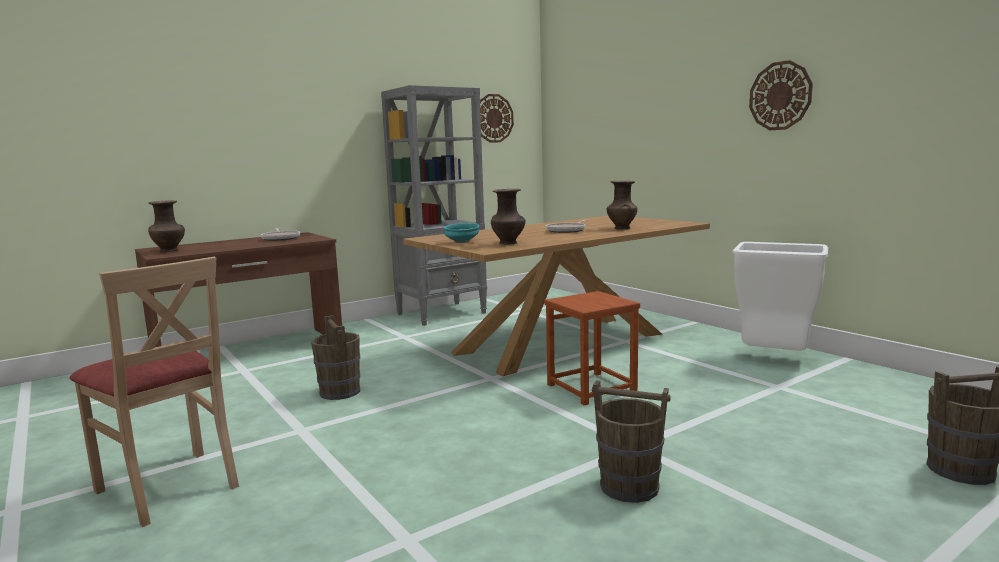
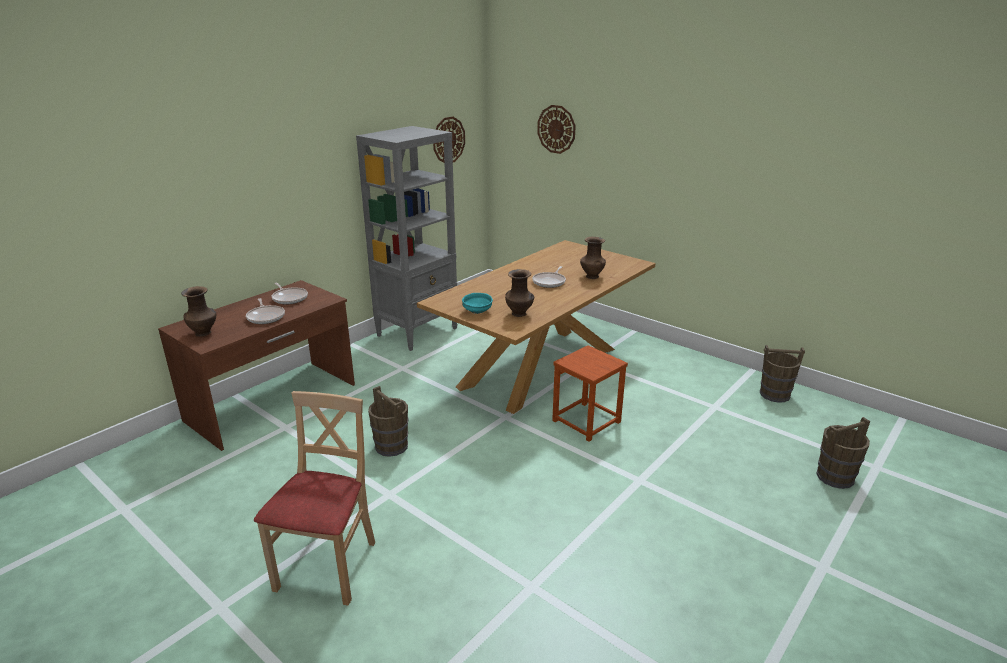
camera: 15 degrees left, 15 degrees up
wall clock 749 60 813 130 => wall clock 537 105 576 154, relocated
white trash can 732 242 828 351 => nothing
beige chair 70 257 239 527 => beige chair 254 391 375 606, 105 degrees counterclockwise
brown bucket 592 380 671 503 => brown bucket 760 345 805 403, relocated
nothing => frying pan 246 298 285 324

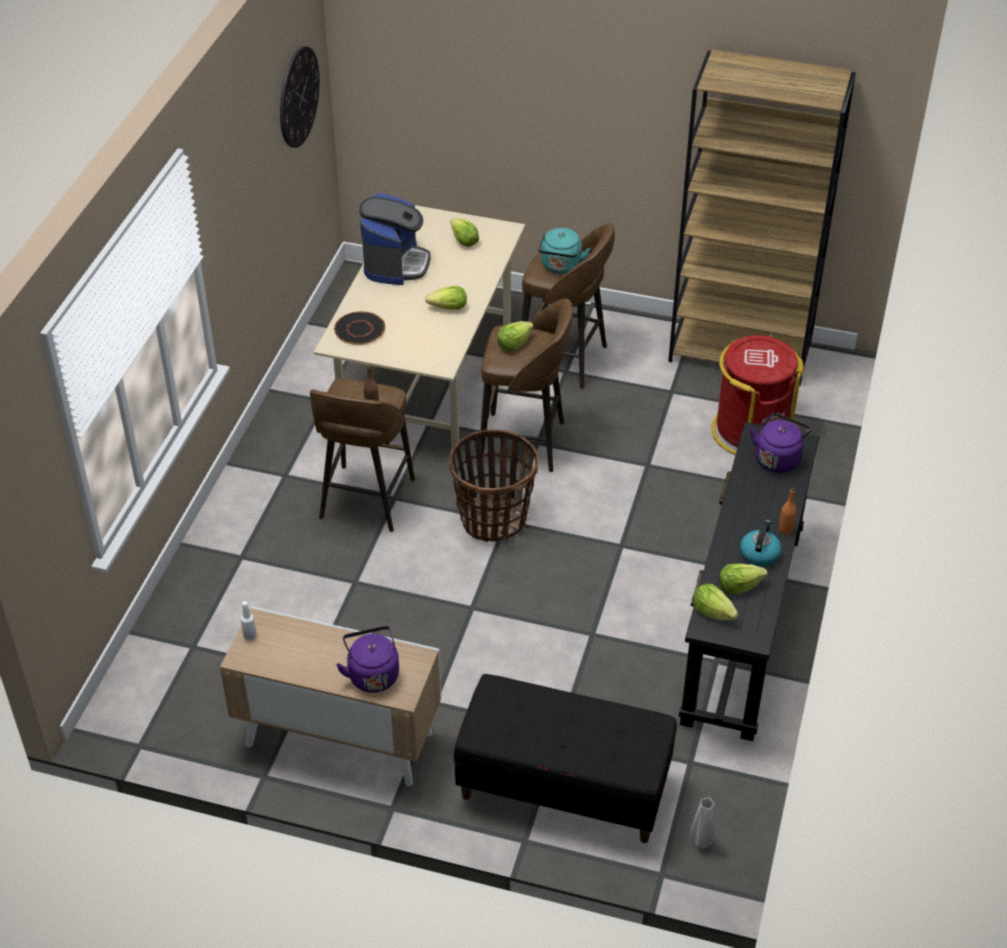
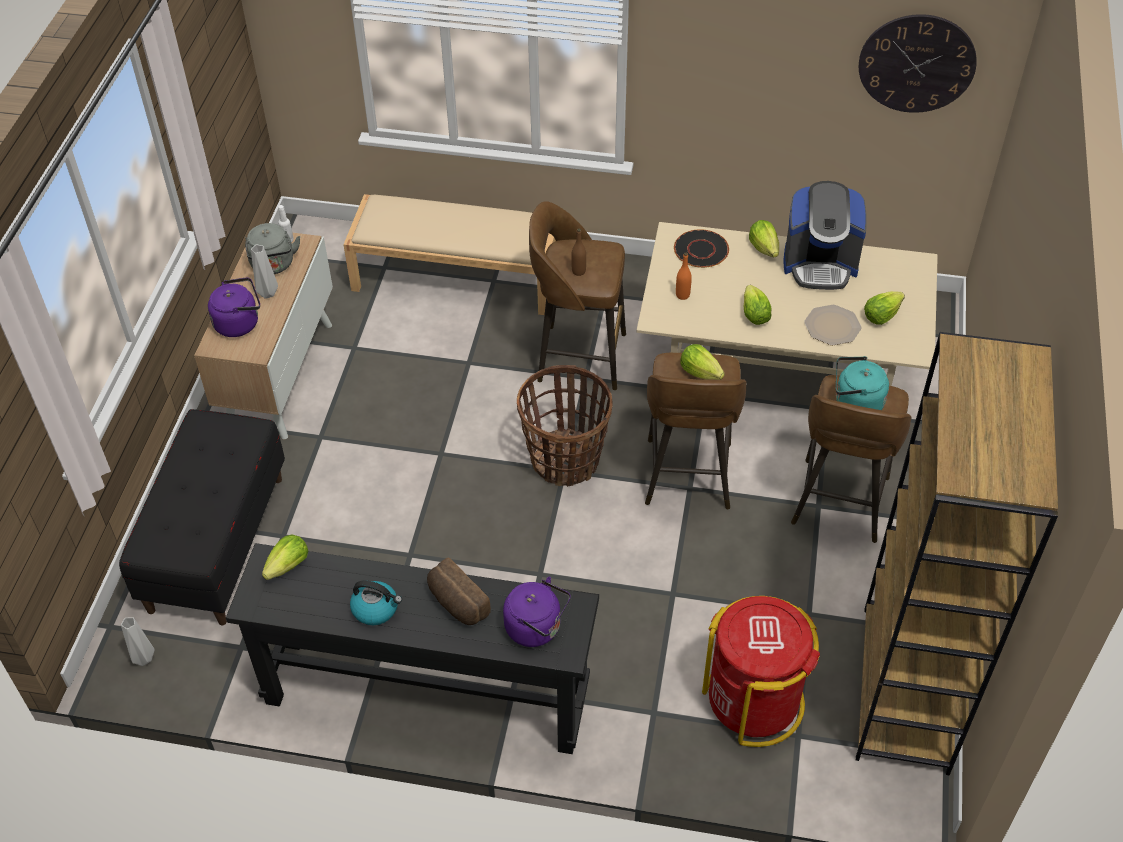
camera: 85 degrees right, 5 degrees up
orange bottle 779 488 797 534 => orange bottle 676 253 692 300, relocated
lettuce 719 564 768 595 => lettuce 749 220 779 257, relocated
nothing => beige bench 343 194 556 315
nothing => grey kettle 245 223 301 274
nothing => grey vase 251 245 278 299
nothing => plate 804 305 862 345
nothing => bread 427 557 491 625

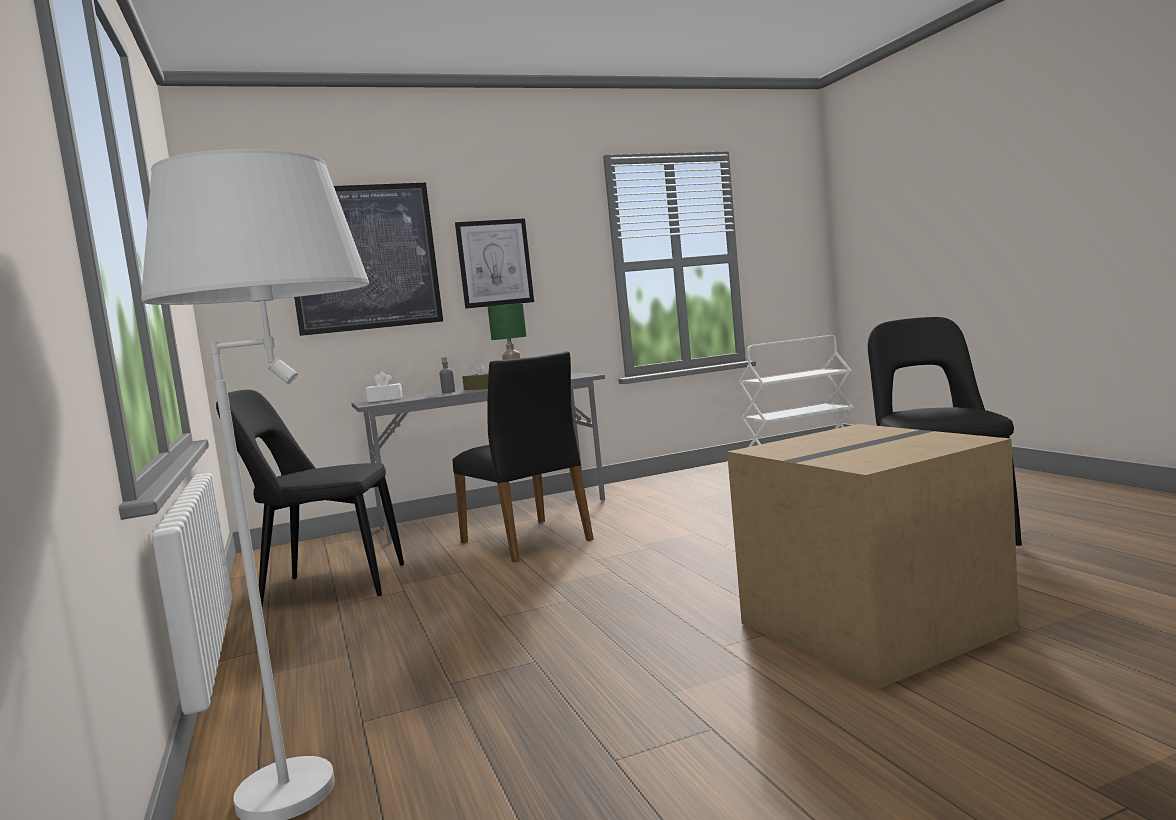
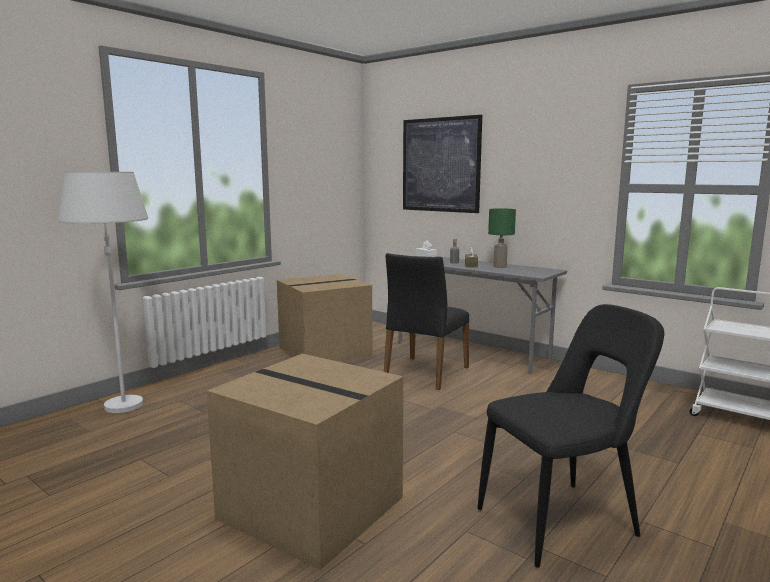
camera: 60 degrees right, 5 degrees up
picture 455 218 534 309 => nothing
black chair 216 390 404 607 => cardboard box 277 274 372 362

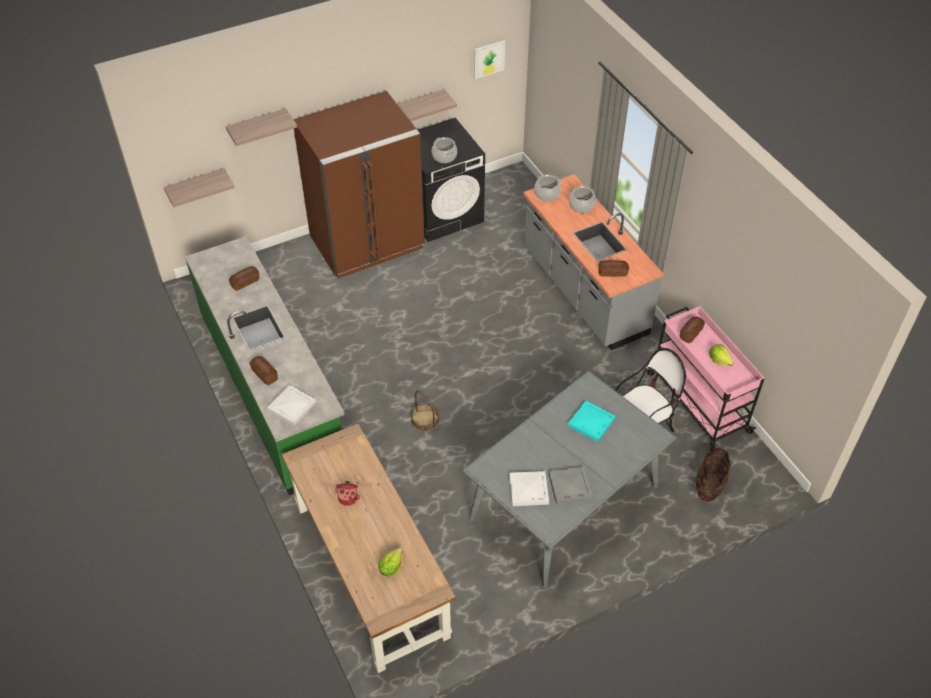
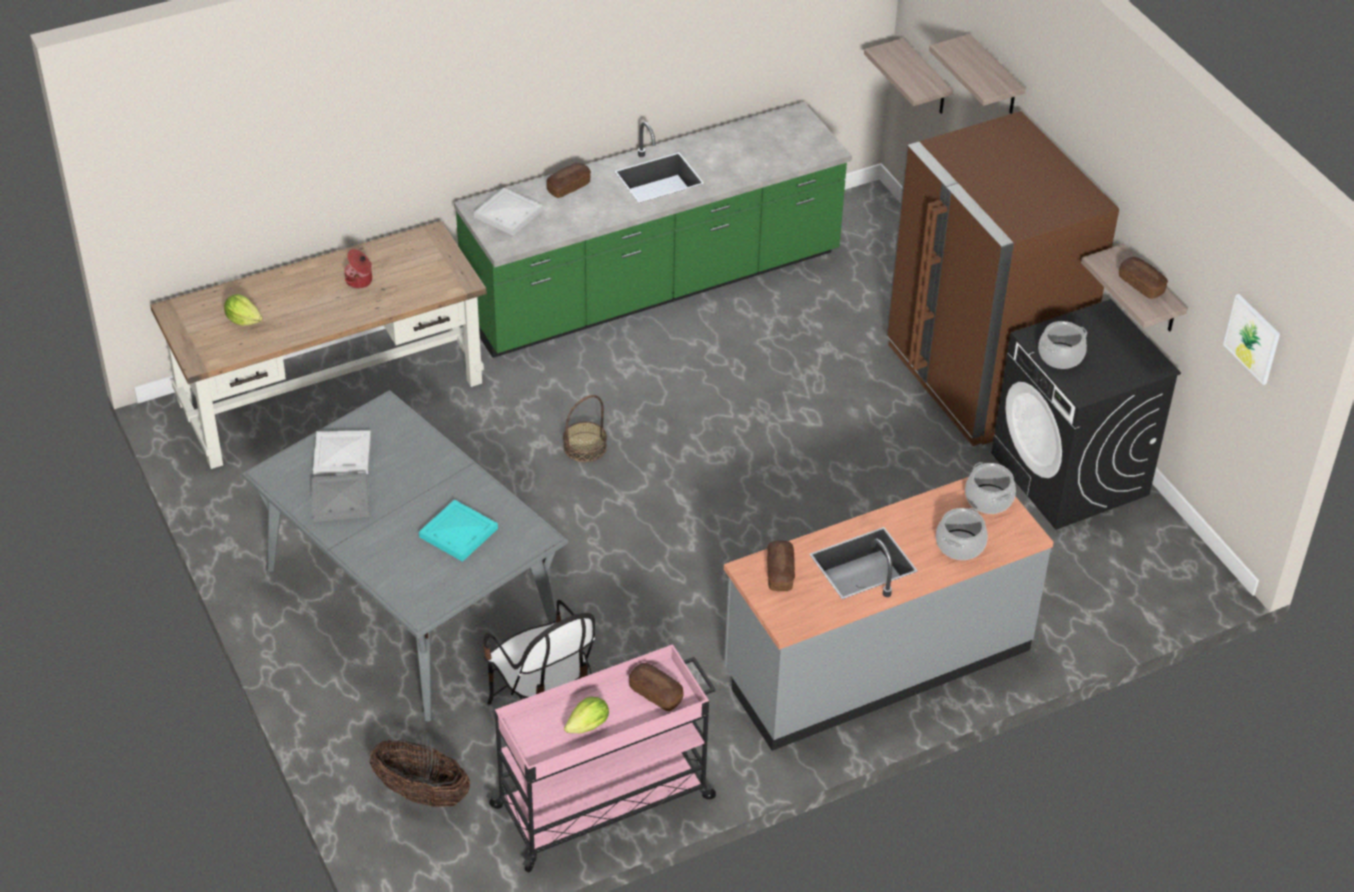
camera: 90 degrees right, 5 degrees down
bread 229 266 260 291 => bread 1119 257 1168 299, relocated

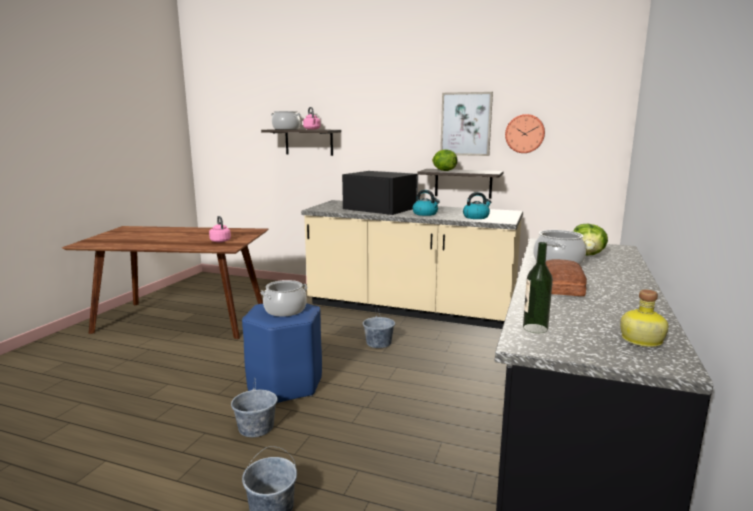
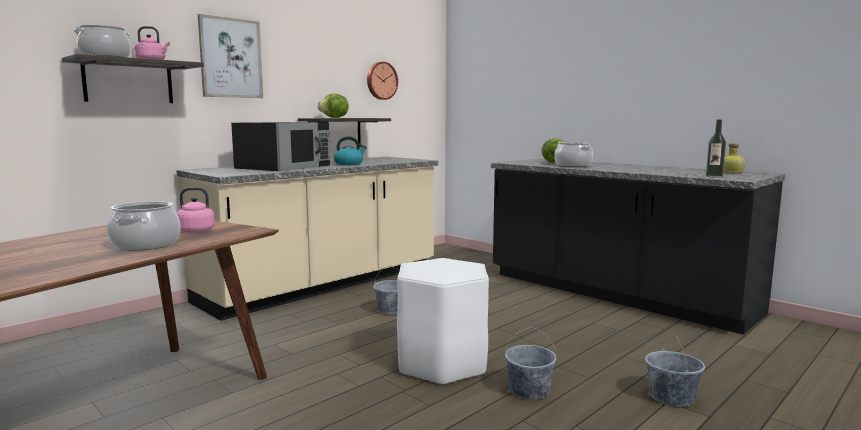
camera: 65 degrees left, 5 degrees down
picture 440 92 493 156 => picture 198 14 263 98, relocated
black microwave 342 171 418 215 => black microwave 231 122 330 172, 150 degrees clockwise
kettle 463 192 492 219 => nothing
bread 546 259 587 296 => nothing
cooking pot 260 280 308 316 => cooking pot 107 201 181 250, relocated
blue stool 242 303 322 404 => white stool 397 258 489 386

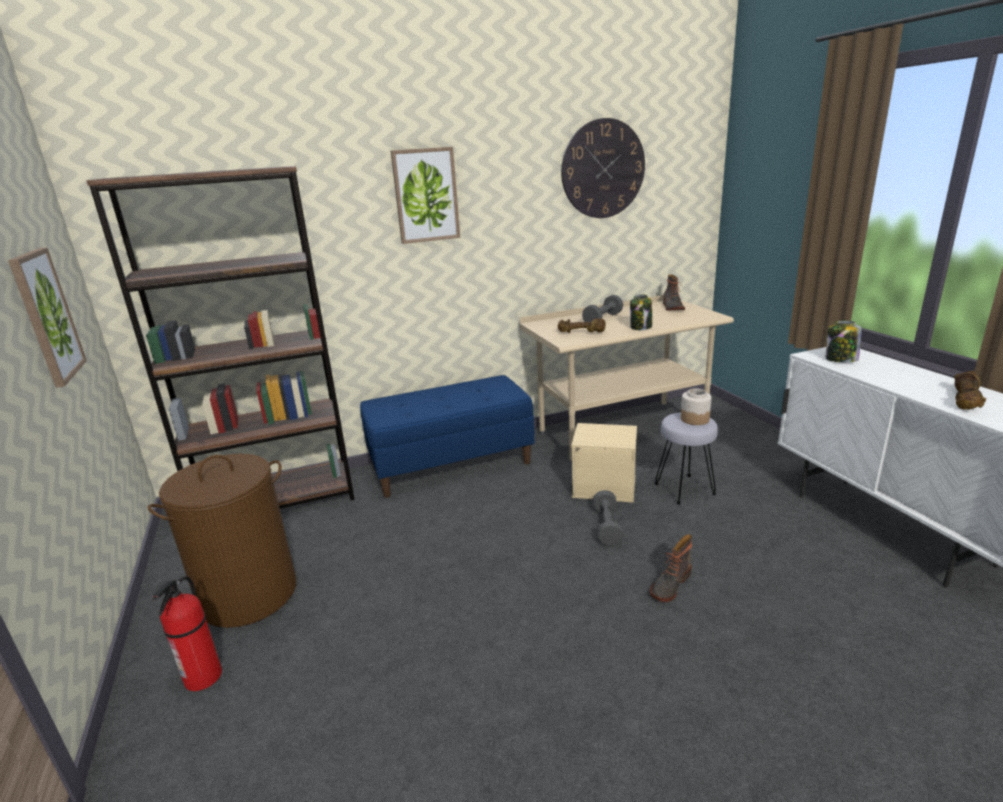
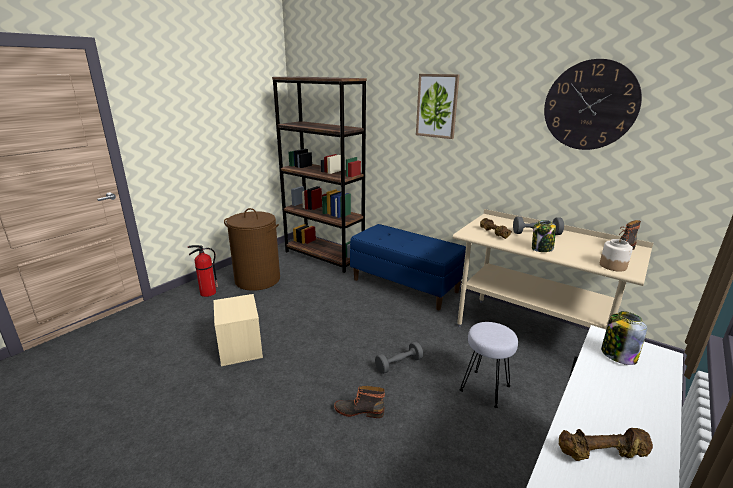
camera: 55 degrees right, 0 degrees up
picture 8 247 87 388 => nothing
jar 681 389 711 425 => jar 600 239 633 272, relocated
beige storage box 571 423 637 503 => beige storage box 214 294 263 366, relocated

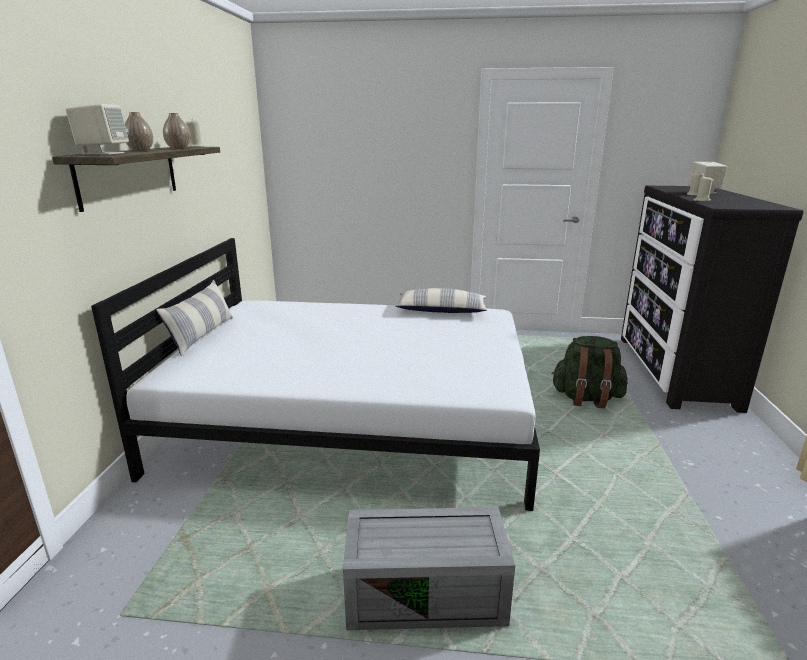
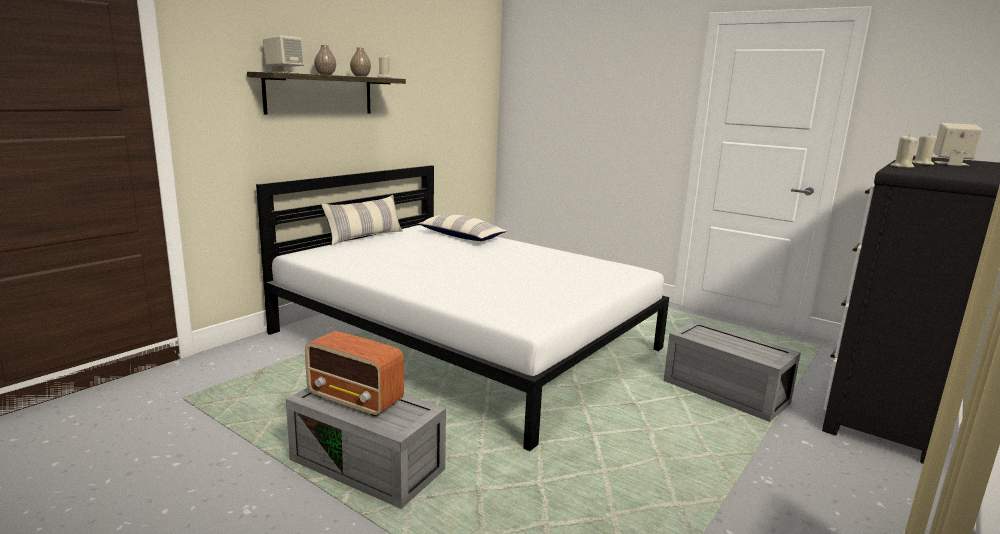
camera: 30 degrees right, 5 degrees down
pillow 395 288 487 313 => pillow 418 214 507 241, relocated
green backpack 552 336 628 408 => grey storage box 663 321 801 422
nothing => radio 305 331 404 417

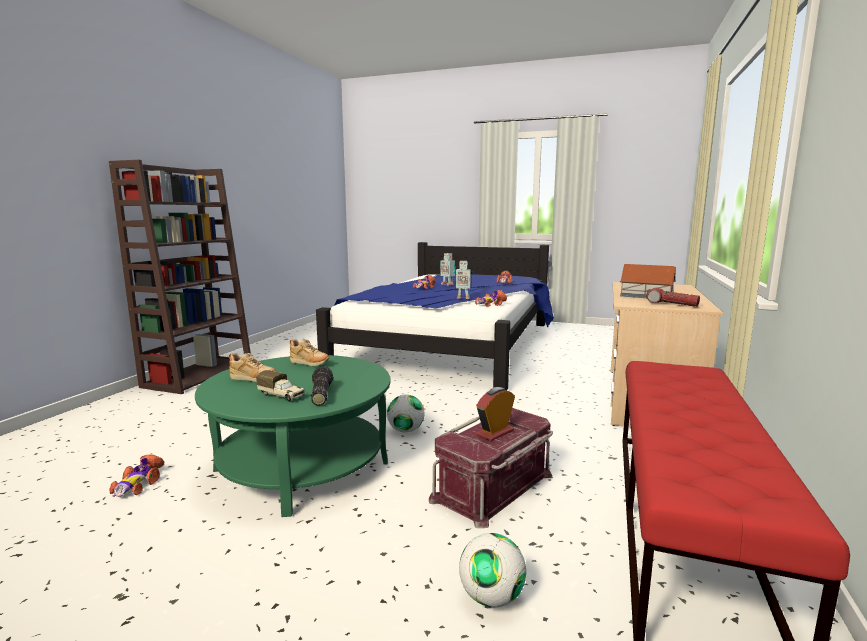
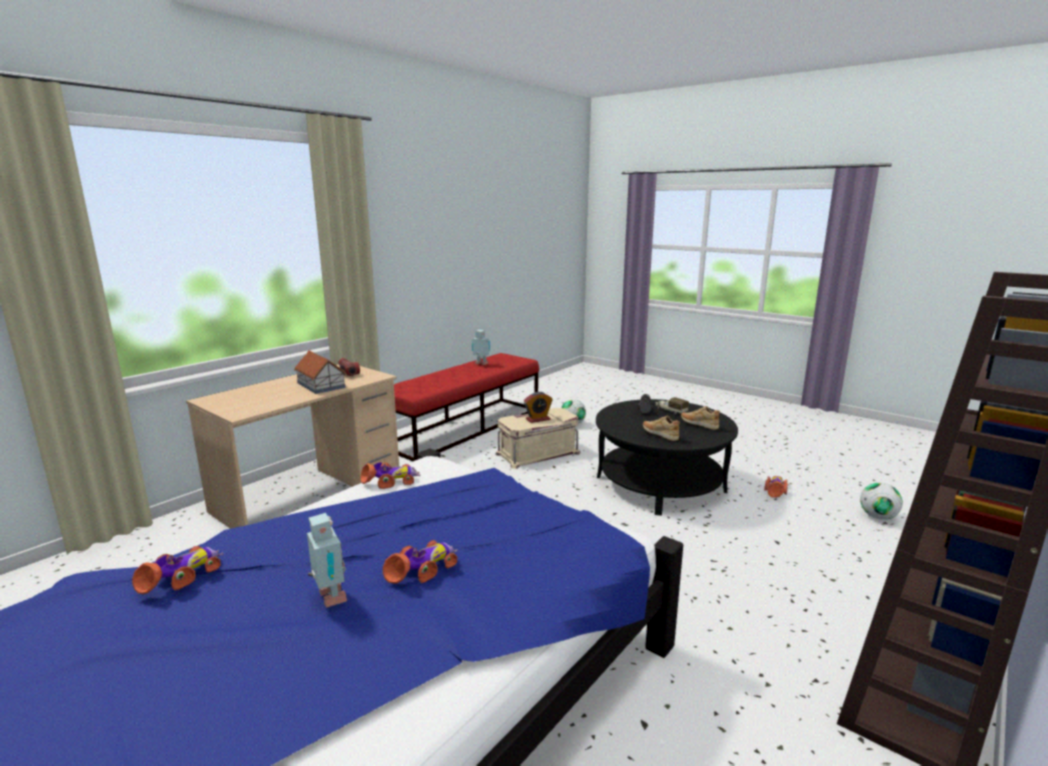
camera: 160 degrees left, 5 degrees up
toy robot 452 261 474 299 => toy robot 472 330 490 365, relocated
green coffee table 195 355 391 517 => black coffee table 596 399 738 516
football 387 395 424 432 => football 860 483 903 520, relocated
red storage box 429 408 553 528 => beige storage box 495 408 581 469

